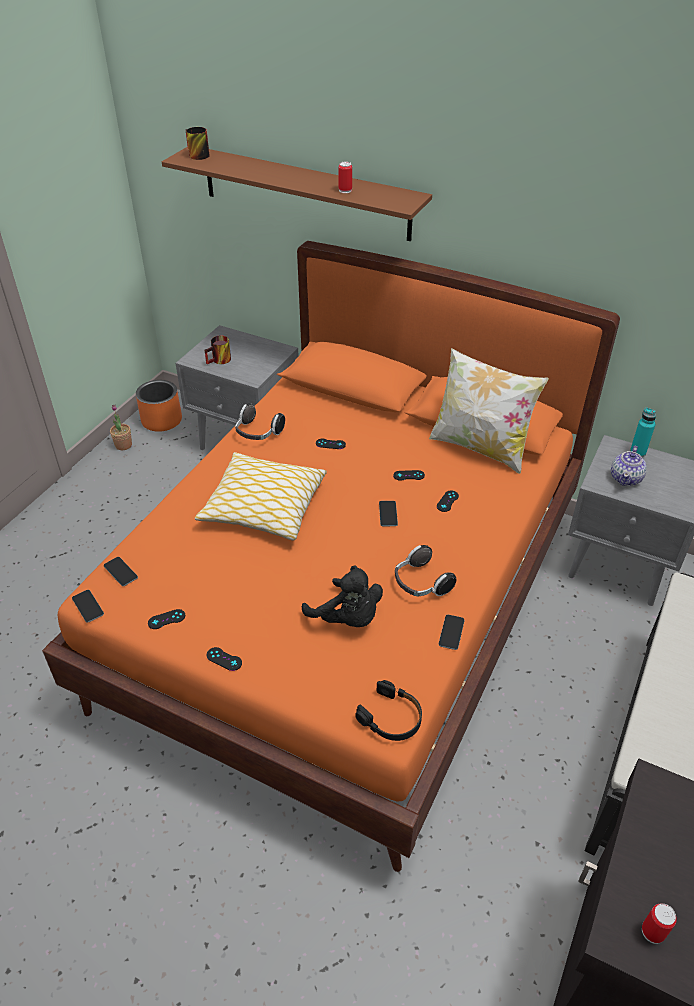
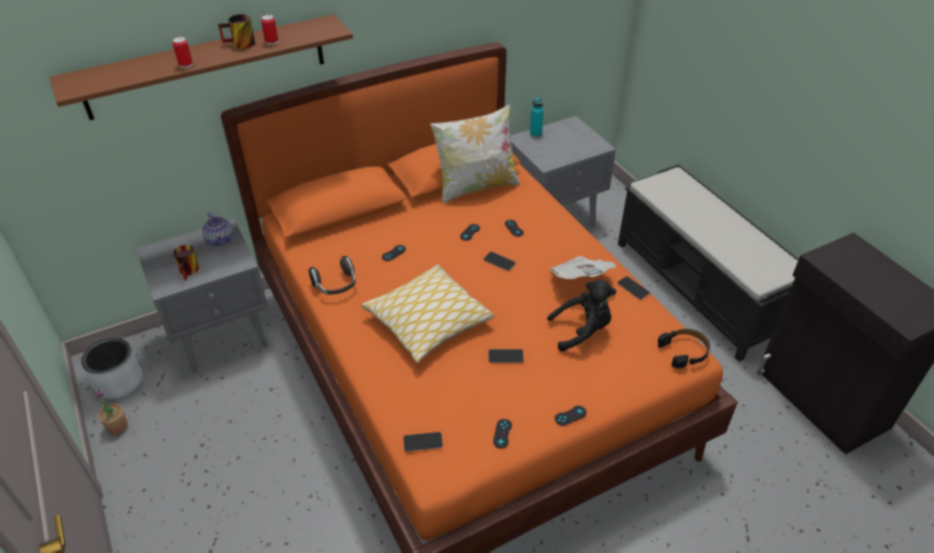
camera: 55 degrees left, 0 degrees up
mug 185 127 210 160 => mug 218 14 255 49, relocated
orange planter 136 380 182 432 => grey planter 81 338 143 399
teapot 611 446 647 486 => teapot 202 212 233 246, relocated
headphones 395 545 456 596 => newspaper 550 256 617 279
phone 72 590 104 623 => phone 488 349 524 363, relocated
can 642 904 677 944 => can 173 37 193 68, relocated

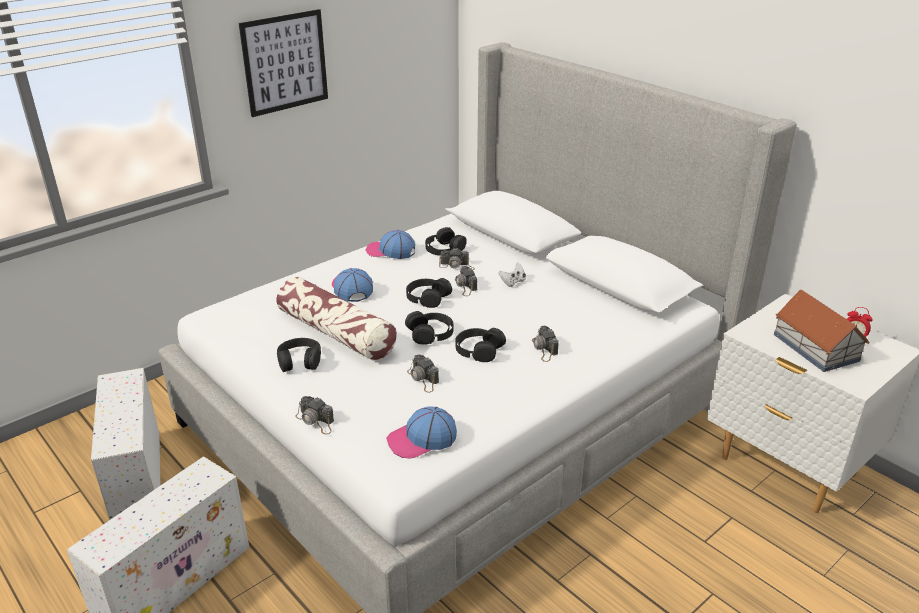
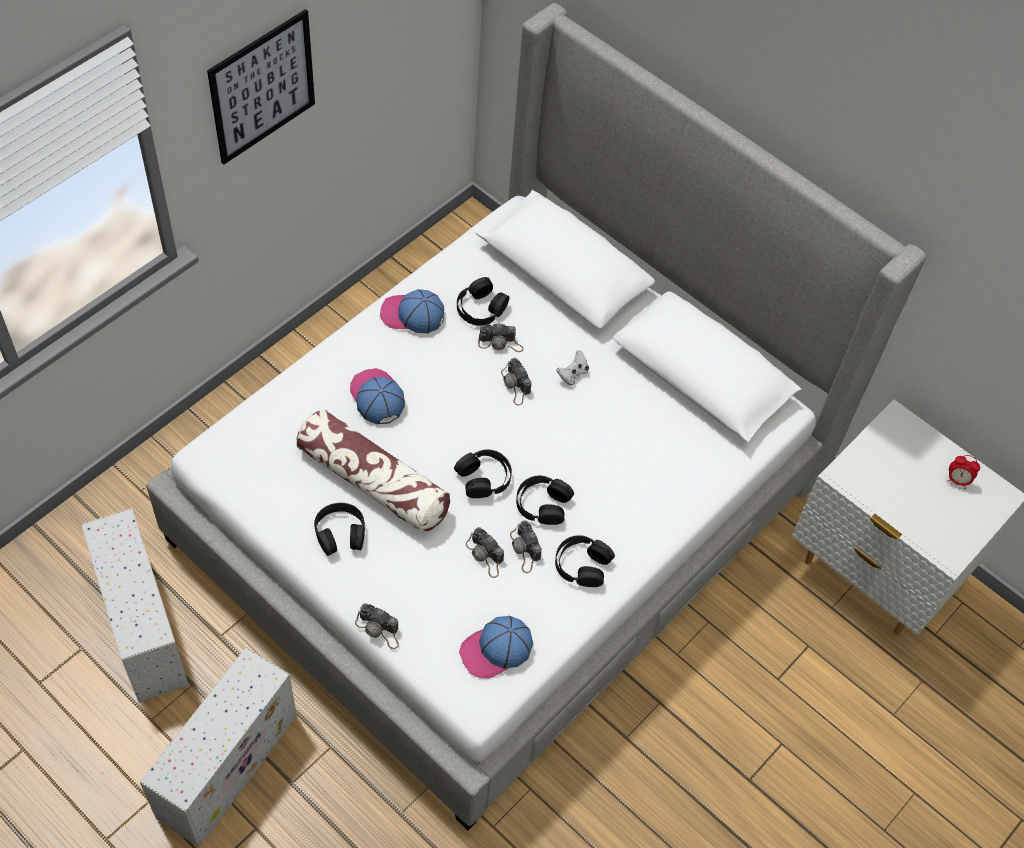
camera: 10 degrees left, 25 degrees up
black headphones 406 278 452 308 => black headphones 555 535 615 587, relocated
toy house 774 290 870 372 => nothing
photo camera 532 326 559 362 => photo camera 510 520 542 573, relocated

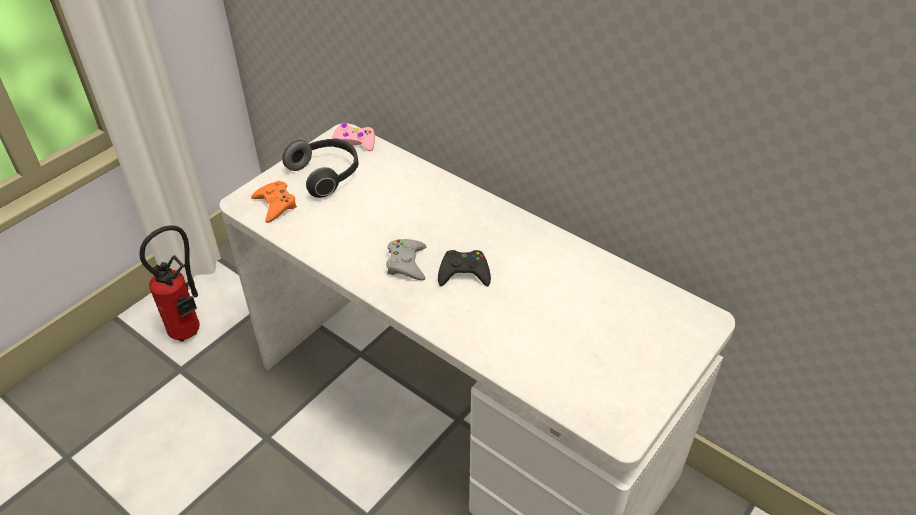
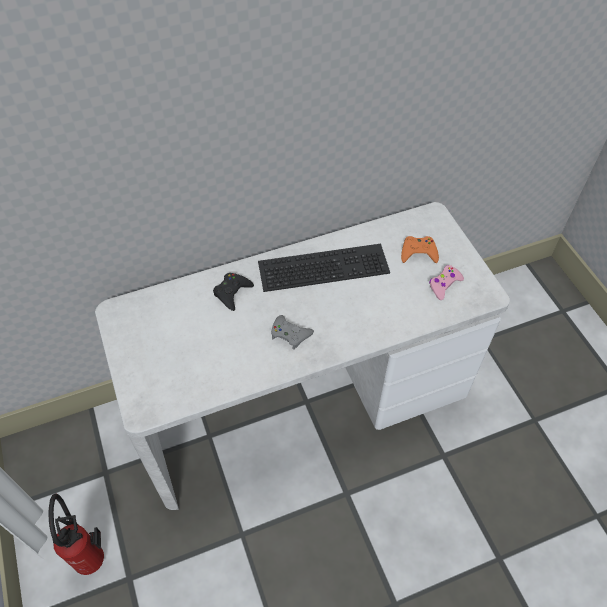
camera: 60 degrees left, 10 degrees up
pink game controller 331 123 375 151 => pink game controller 429 265 464 300, relocated
headphones 282 138 358 198 => nothing
orange game controller 251 181 297 223 => orange game controller 401 236 439 263, relocated
black game controller 438 250 491 287 => black game controller 213 273 254 311, relocated
nothing => keyboard 258 244 390 292

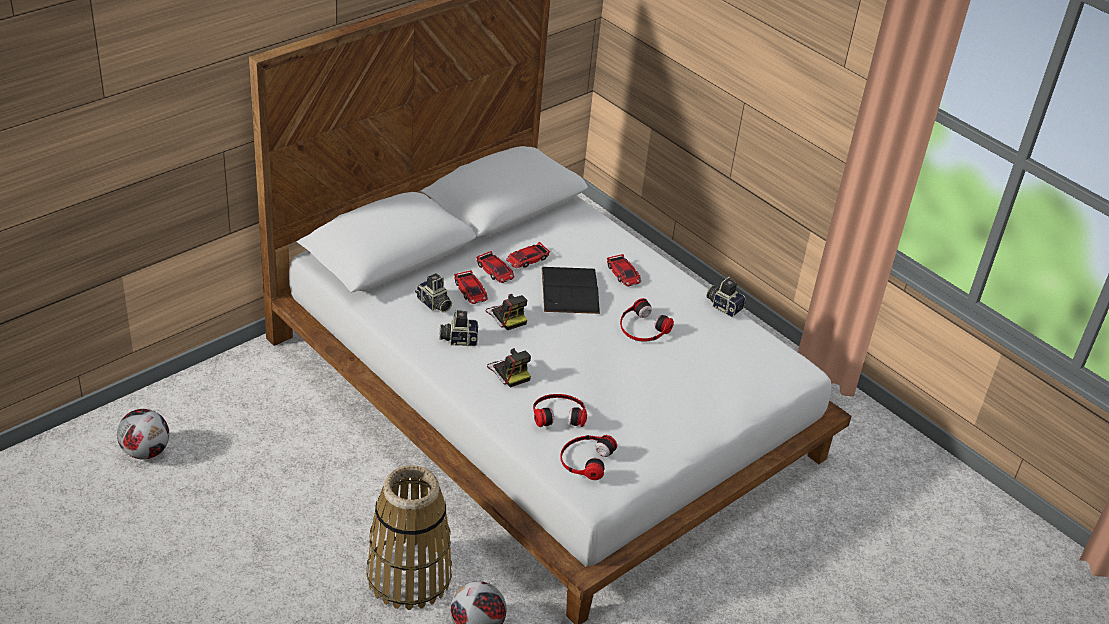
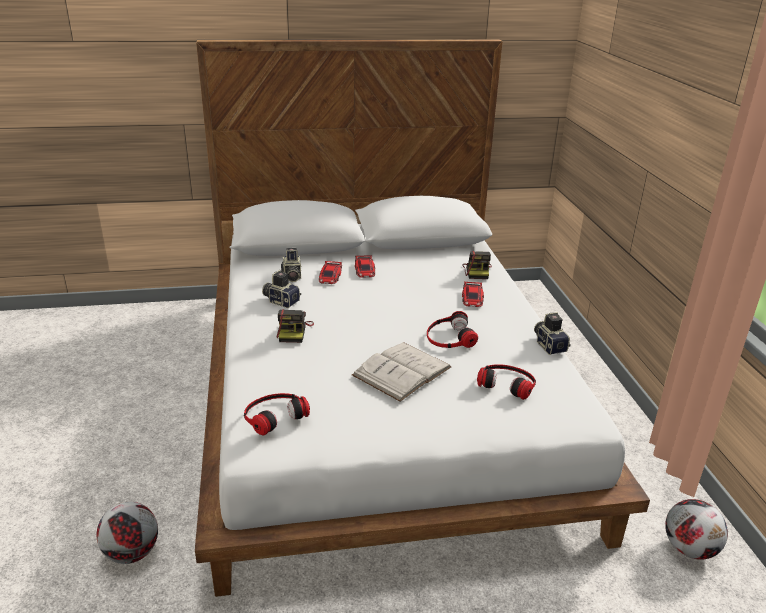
camera: 35 degrees right, 10 degrees down
toy car 506 242 550 268 => nothing
black book 542 267 600 314 => nothing
photo camera 486 294 527 330 => photo camera 463 251 492 279, relocated
headphones 533 394 587 427 => headphones 477 364 536 400, relocated
football 117 409 169 459 => football 665 499 728 560, relocated
basket 367 465 452 610 => nothing
nothing => white book 352 343 452 402

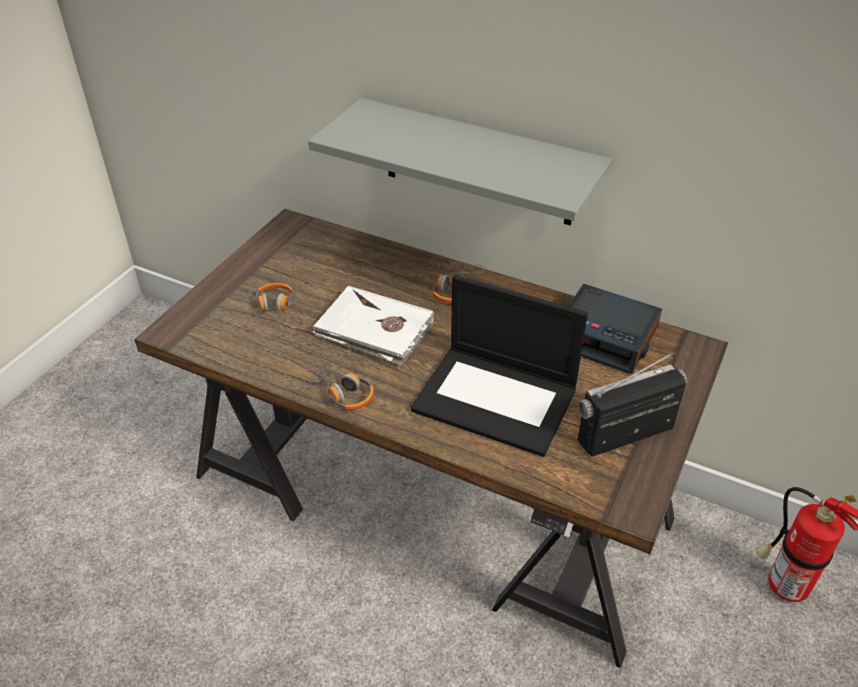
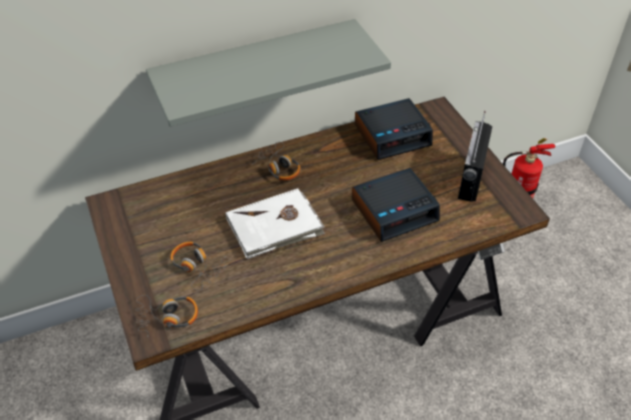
camera: 50 degrees left, 5 degrees up
laptop 411 275 588 457 => alarm clock 352 168 440 242
headphones 303 355 374 410 => headphones 134 295 198 336, relocated

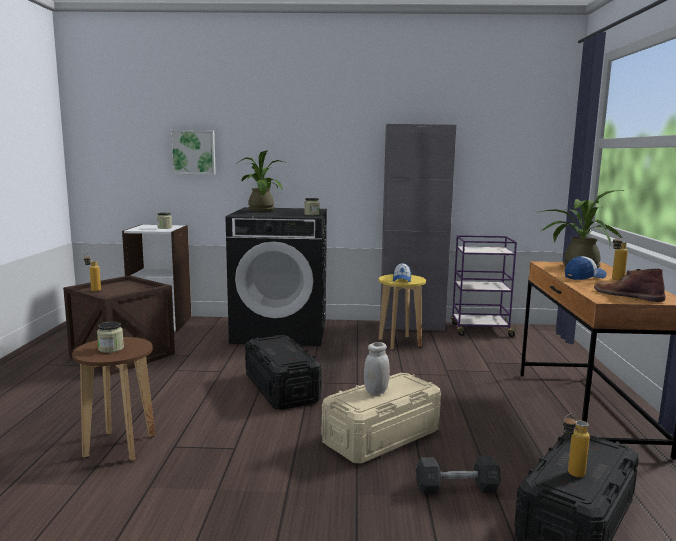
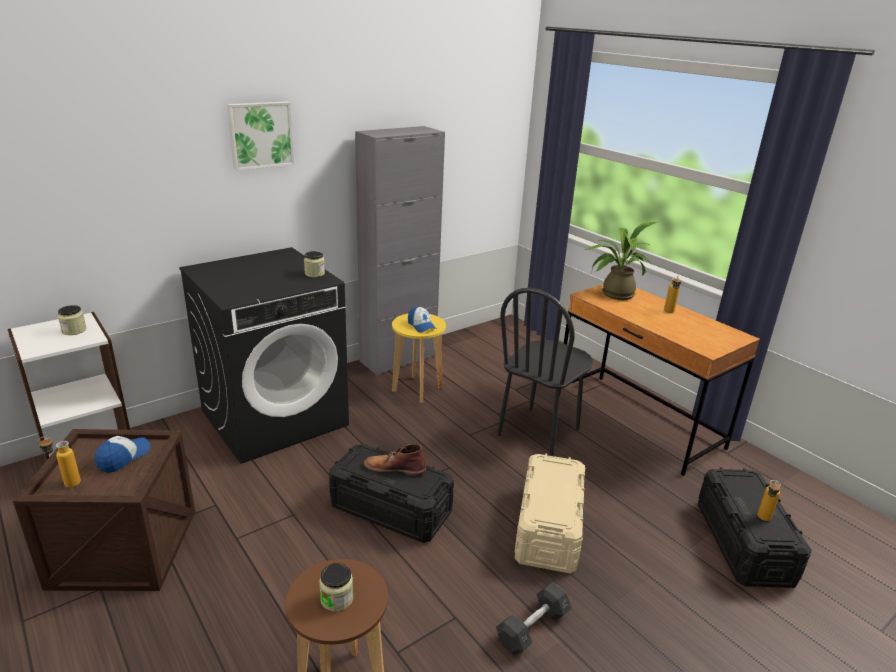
camera: 40 degrees left, 15 degrees up
picture 170 130 216 175 => picture 227 102 294 171, relocated
potted plant 236 150 287 212 => nothing
purple cart 451 235 518 337 => nothing
cap 565 256 607 280 => cap 95 436 150 473, relocated
brown boot 594 269 666 302 => brown boot 364 444 426 476, relocated
white jar 364 342 390 395 => nothing
grey dumbbell 416 456 501 495 => grey dumbbell 496 582 571 656, relocated
nothing => black chair 497 288 593 456

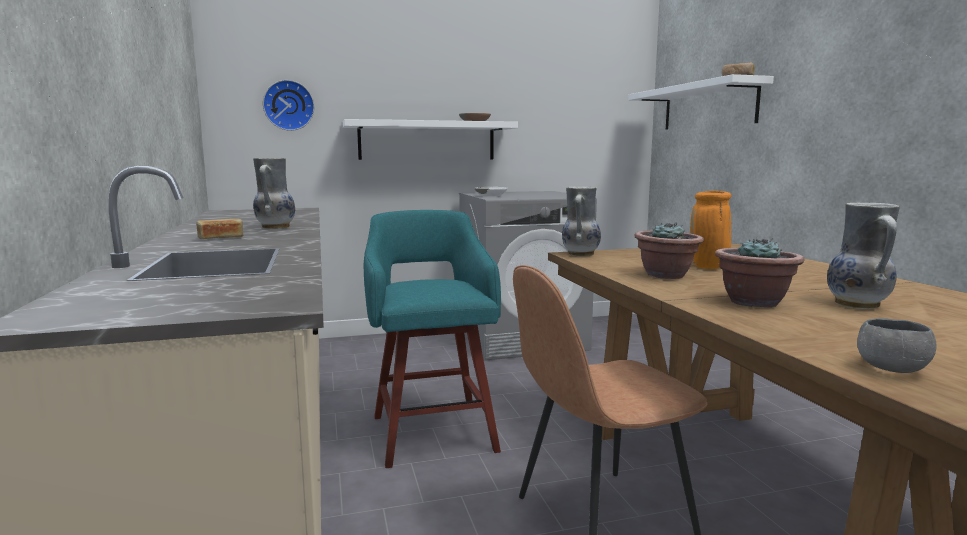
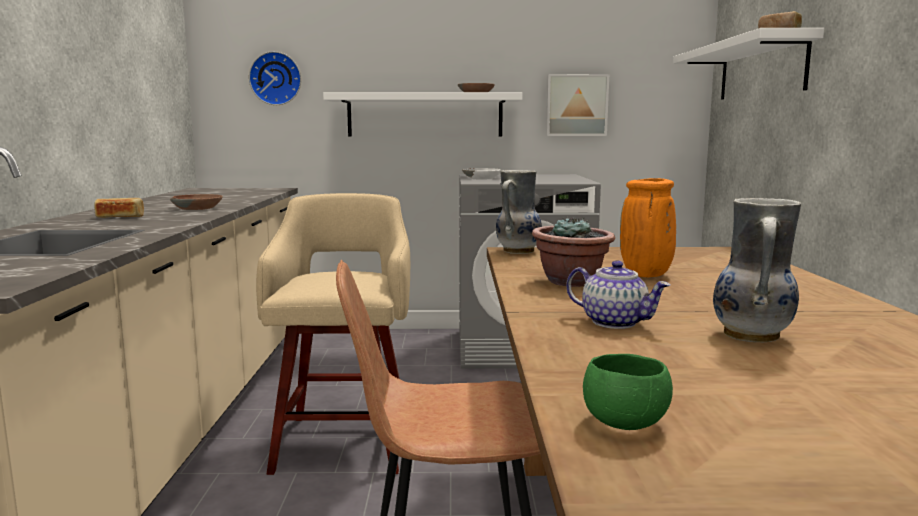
camera: 15 degrees right, 0 degrees up
vase 253 158 295 229 => brown bowl 170 194 223 210
turquoise stool 364 210 501 468 => beige stool 256 193 410 475
potted plant 715 237 804 307 => teapot 566 260 670 329
grey bowl 857 318 937 373 => green bowl 583 354 673 430
nothing => picture 546 74 609 136

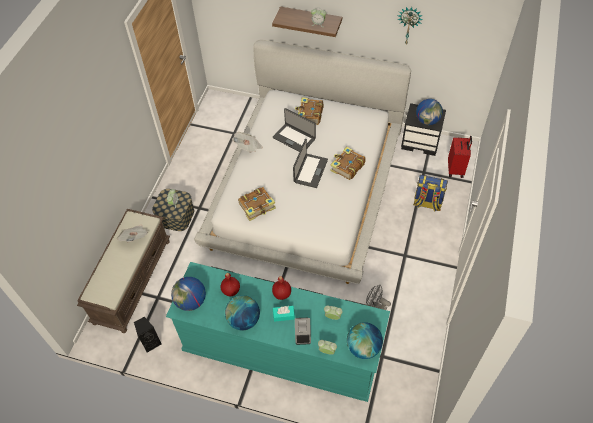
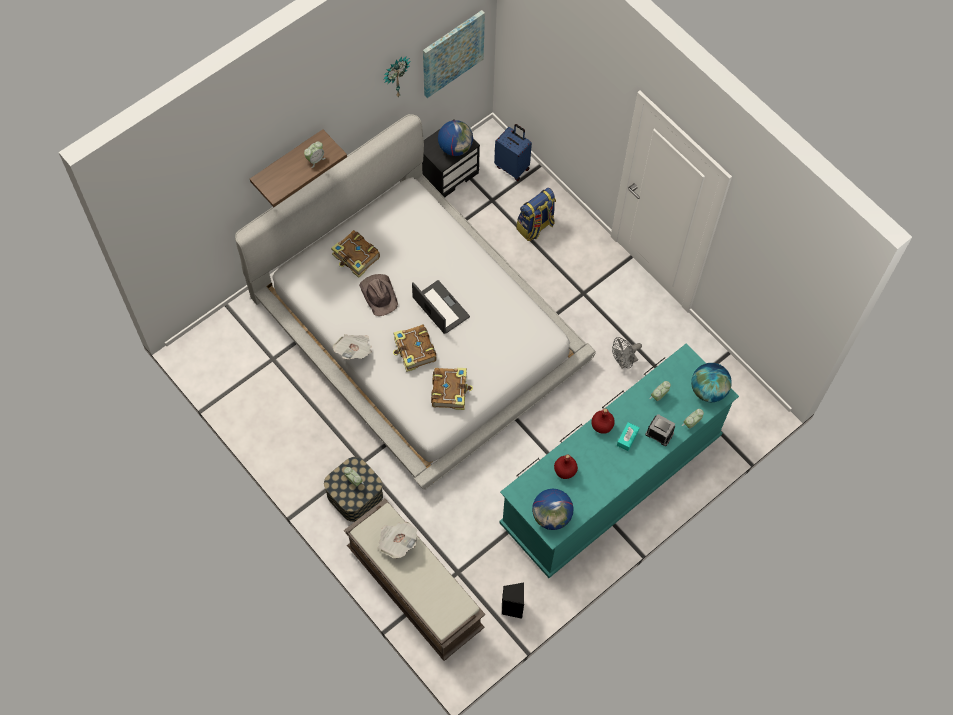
camera: 60 degrees left, 10 degrees up
laptop 273 108 316 152 => brown hat 359 274 398 316
red suitcase 448 136 472 178 => blue suitcase 494 124 532 181
book 330 147 366 180 => book 393 325 437 372, relocated
globe 225 295 260 330 => nothing
nothing => picture 423 10 485 98

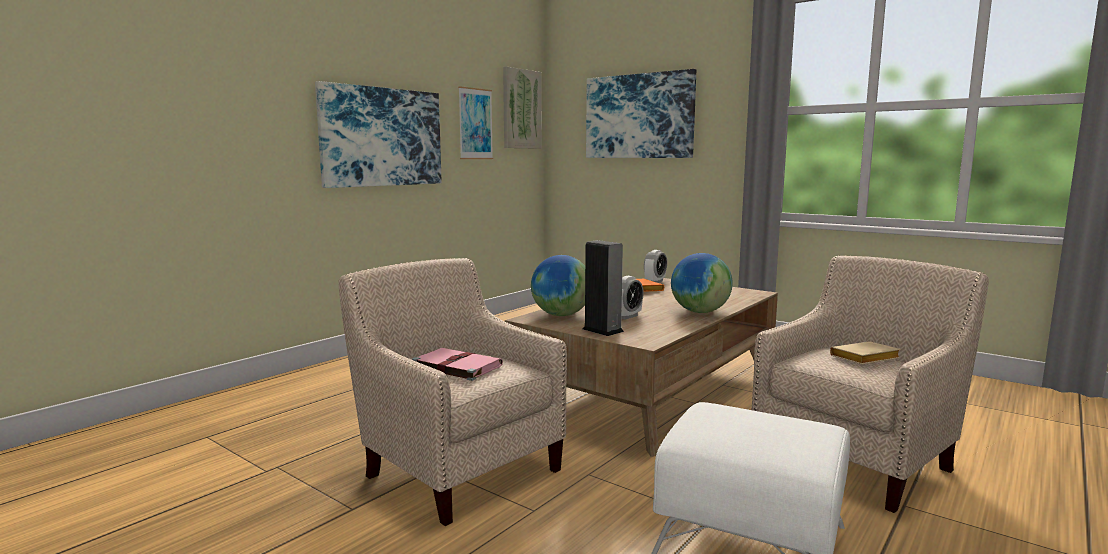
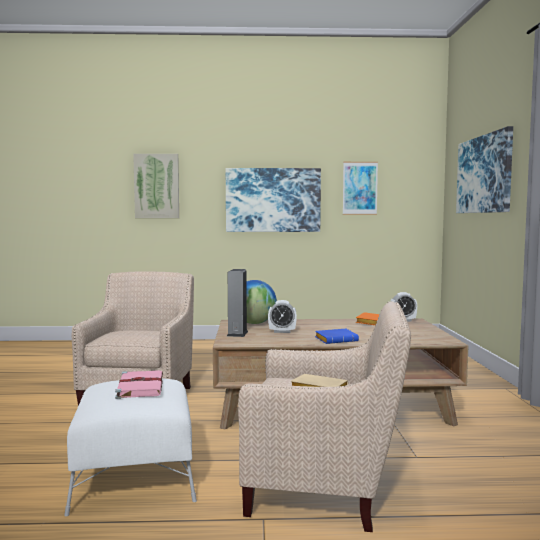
camera: 50 degrees right, 5 degrees down
picture 503 67 542 149 => picture 133 154 179 218, relocated
globe 671 253 733 313 => blue book 315 329 359 344
pink book 412 348 503 381 => pink book 115 370 163 399, relocated

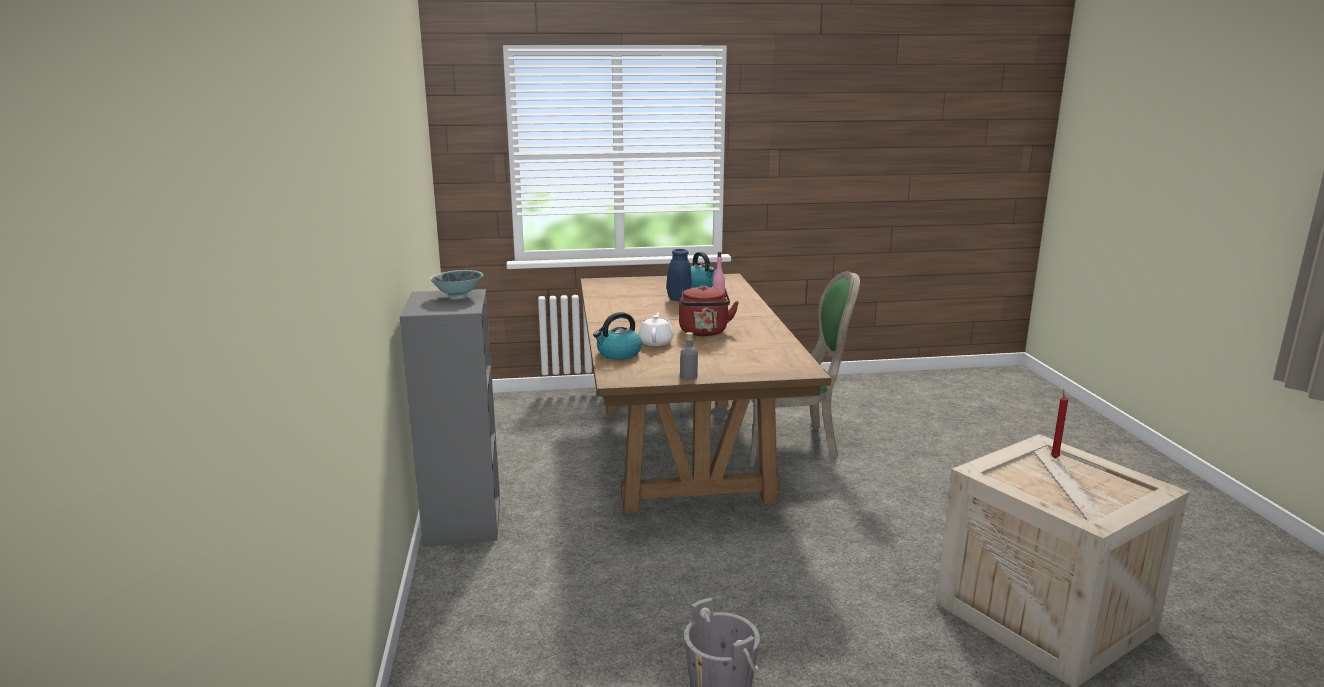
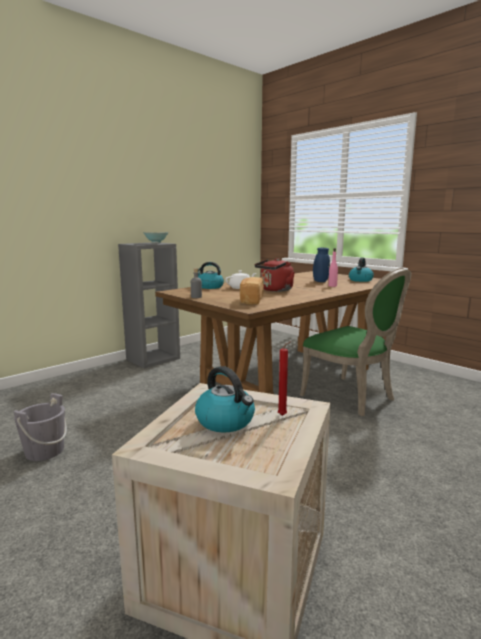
camera: 55 degrees right, 5 degrees down
nothing => bread 240 277 264 305
nothing => kettle 195 366 255 432

